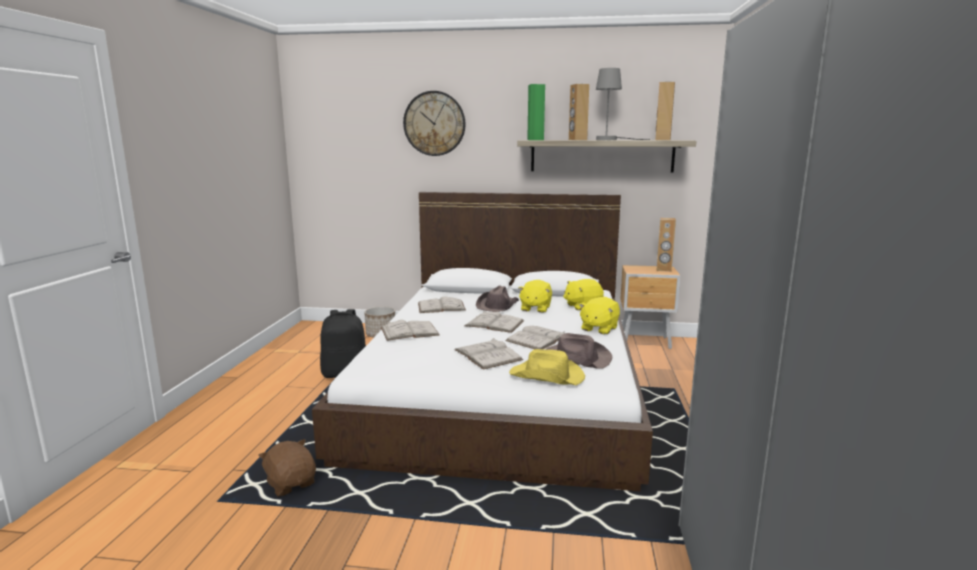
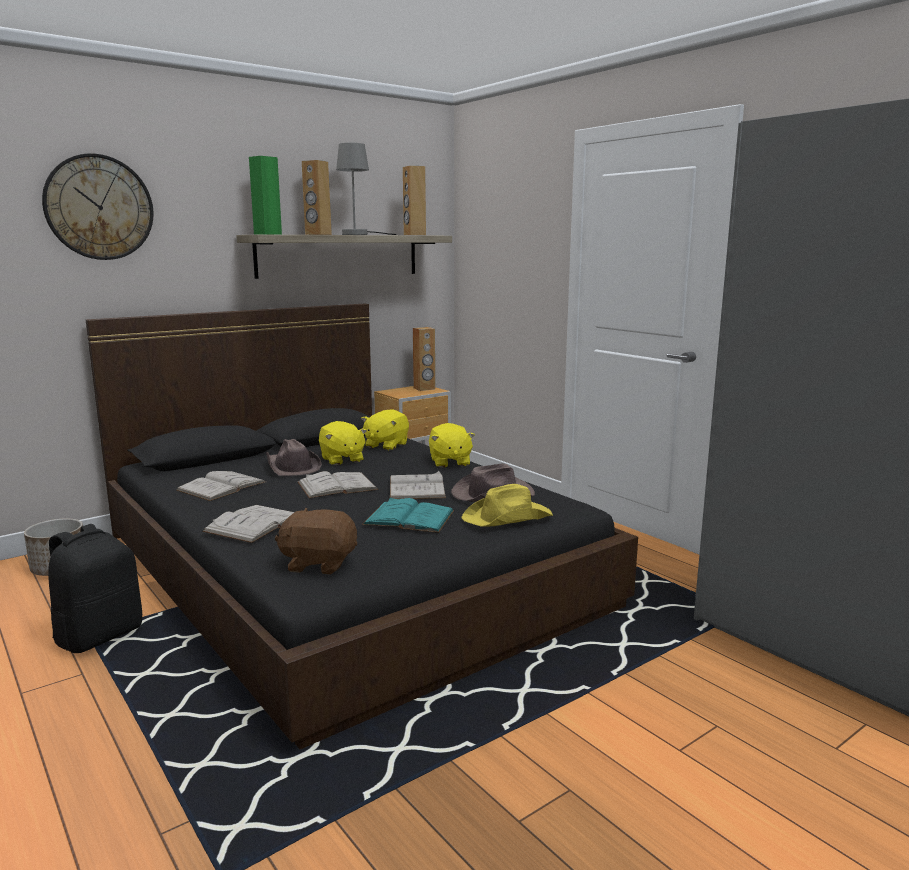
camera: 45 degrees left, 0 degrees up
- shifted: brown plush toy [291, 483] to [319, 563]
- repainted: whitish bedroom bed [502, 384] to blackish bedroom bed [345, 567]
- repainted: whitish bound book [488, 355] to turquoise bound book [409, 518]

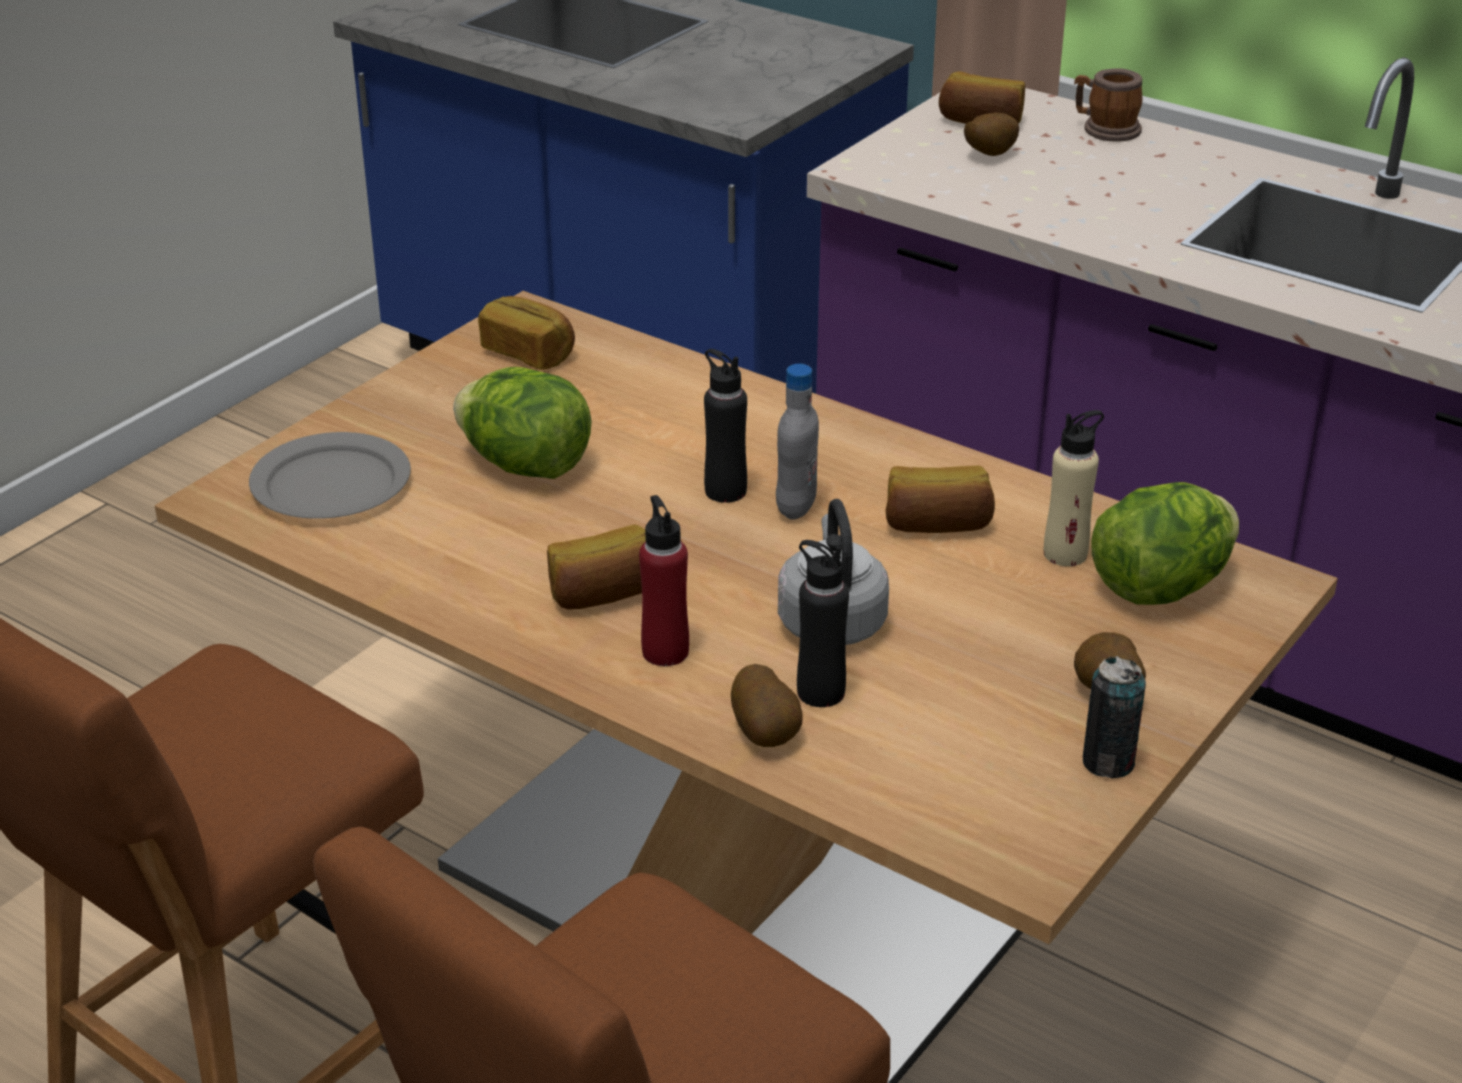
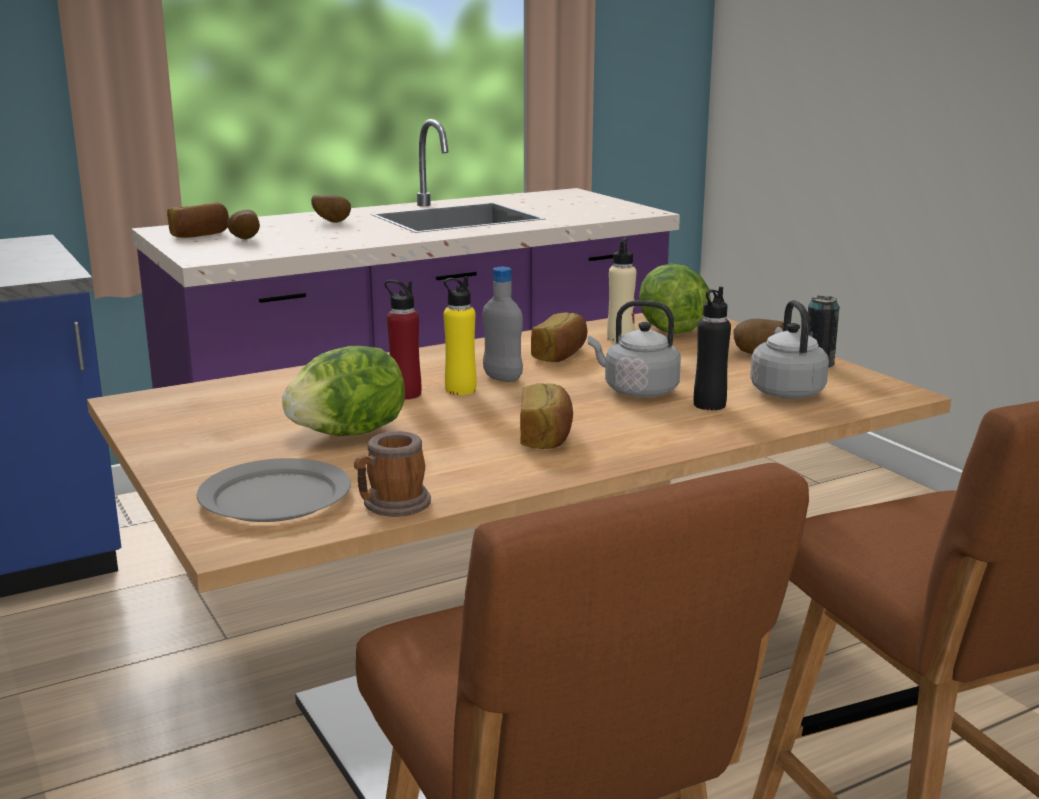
camera: 65 degrees left, 15 degrees down
- gone: bread [529, 353]
- shifted: reddish beverage bottle [665, 651] to [405, 394]
- repainted: blackish beverage bottle [725, 491] to yellow-coloured beverage bottle [460, 390]
- shifted: whole potato [767, 734] to [333, 222]
- shifted: coffee mug [1105, 130] to [391, 506]
- new: grey water kettle [785, 391]

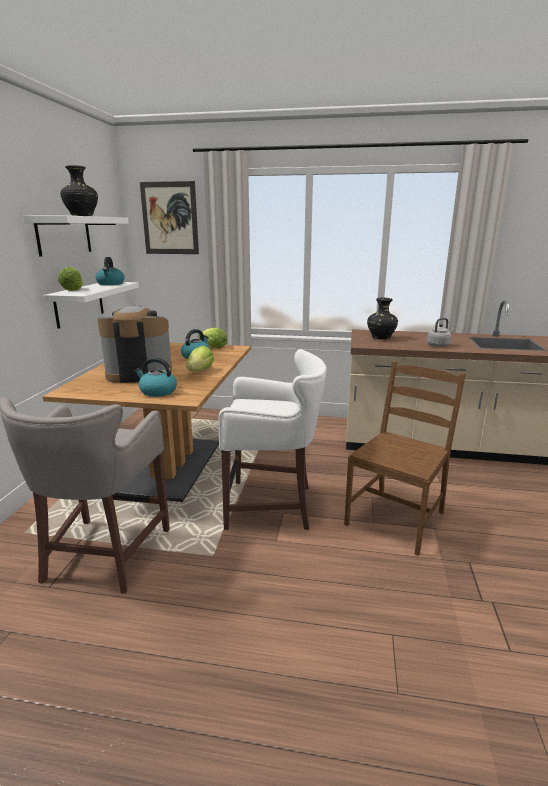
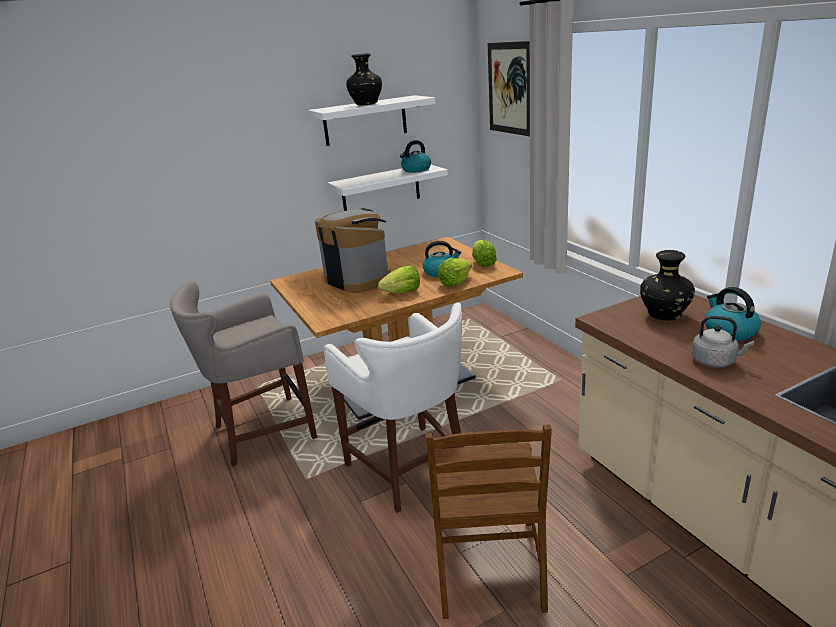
camera: 55 degrees right, 5 degrees up
- shifted: lettuce [73, 290] to [455, 283]
- shifted: water kettle [157, 391] to [729, 331]
- rotated: brown plain chair [396, 518] = [489, 567] 90 degrees clockwise

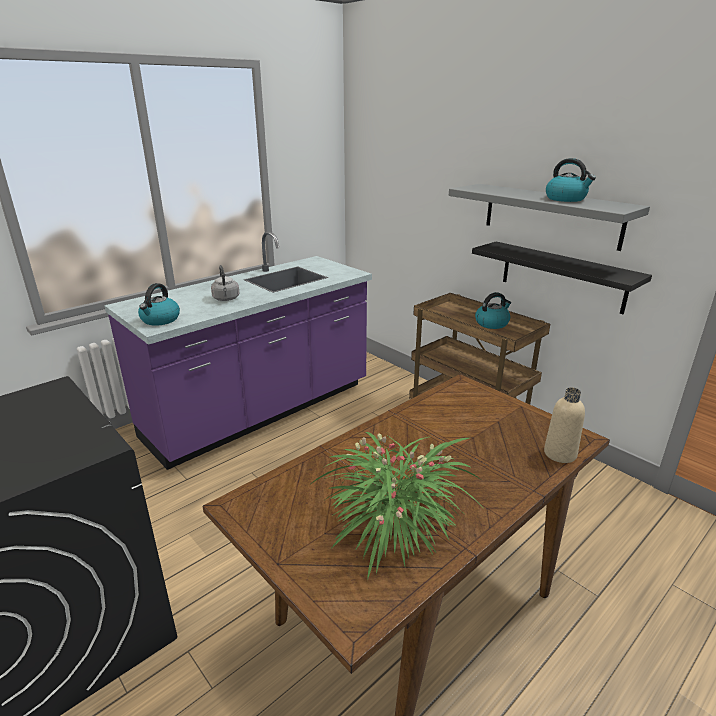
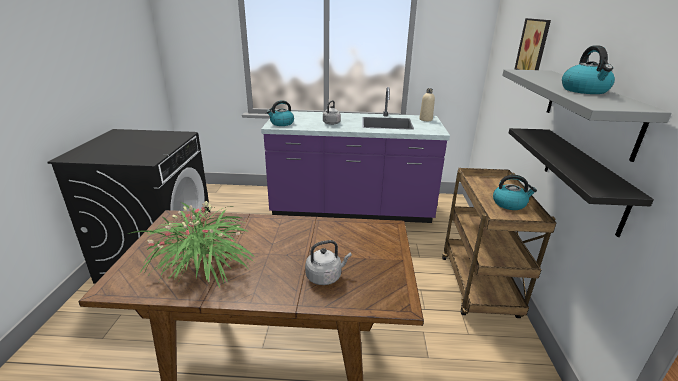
camera: 45 degrees right, 0 degrees up
- shifted: beige-coloured beverage bottle [560, 454] to [425, 119]
- new: grey water kettle [325, 276]
- new: picture [534, 47]

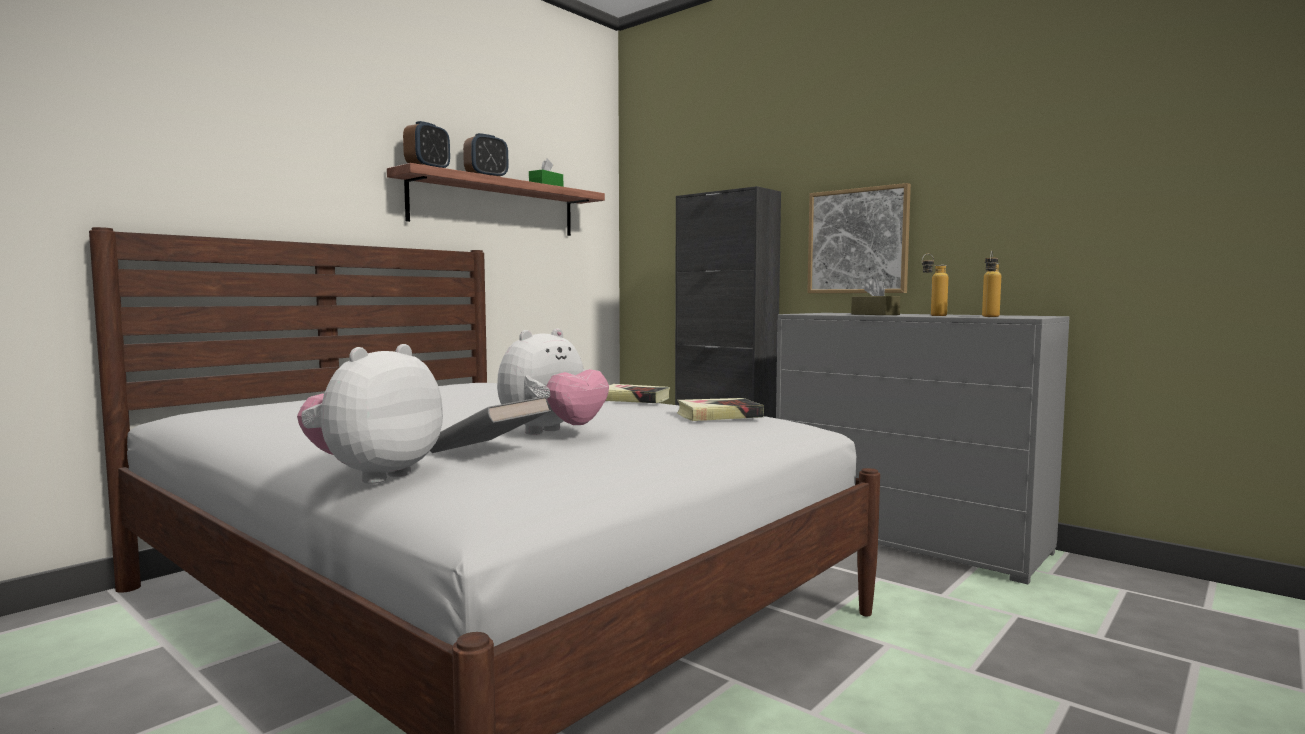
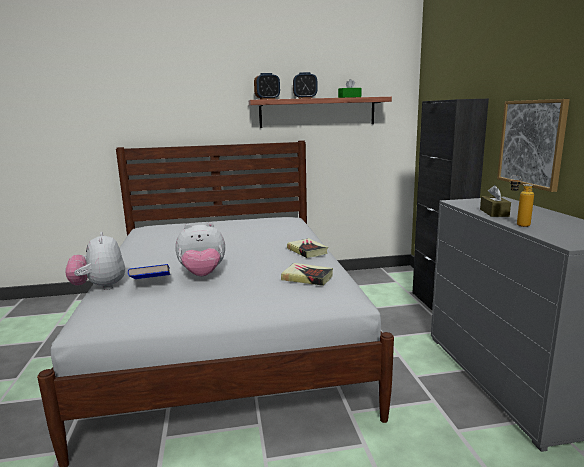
camera: 40 degrees right, 10 degrees up
- rotated: plush toy [374, 475] = [100, 287] 90 degrees counterclockwise
- repainted: grey bound book [489, 452] to blue bound book [151, 284]
- gone: beverage bottle [989, 317]

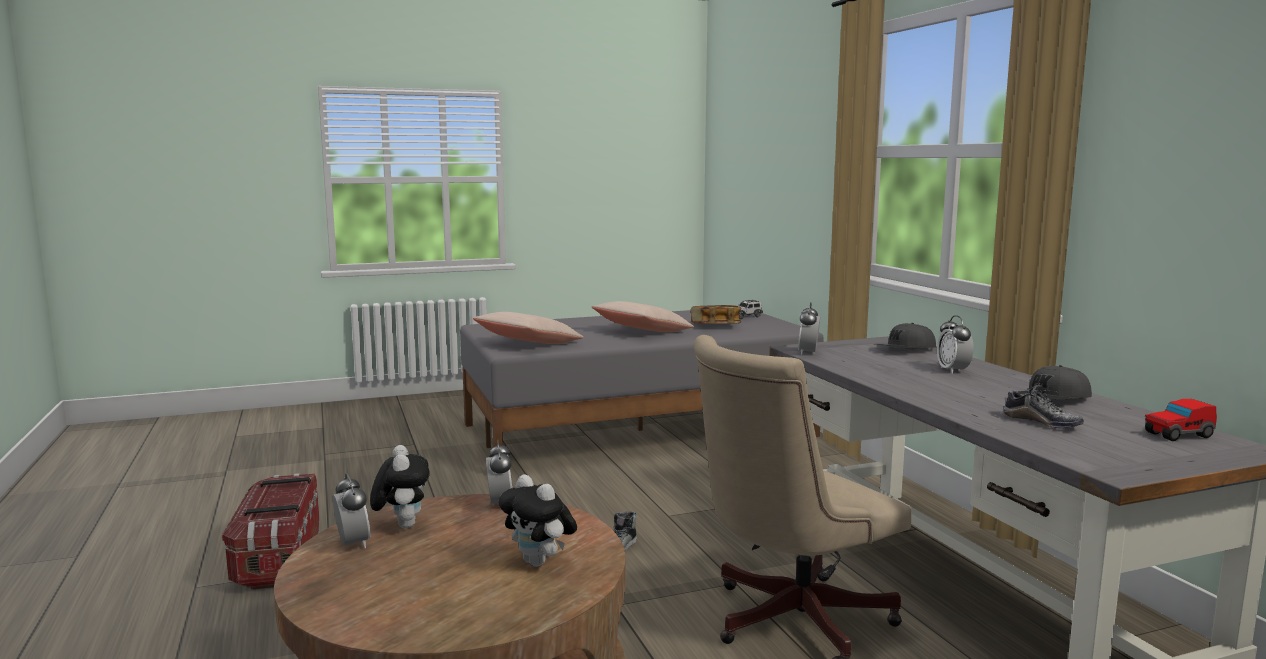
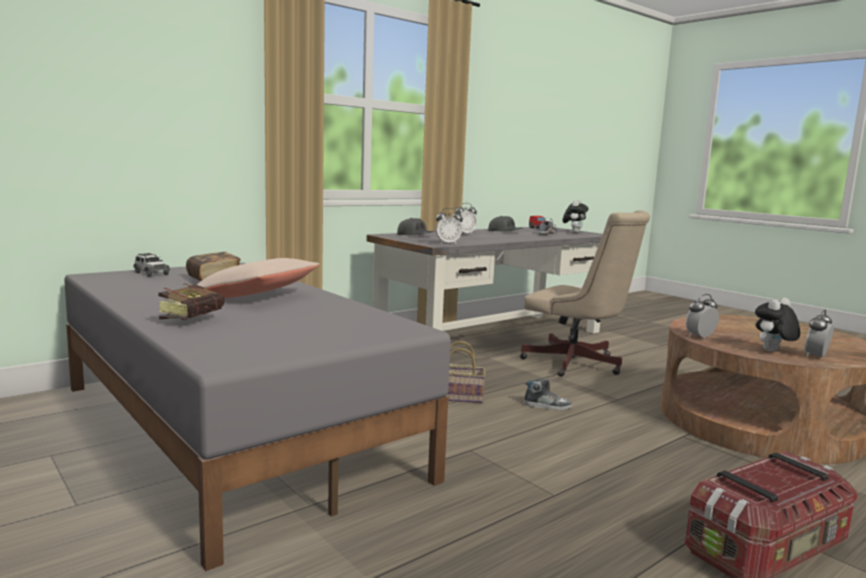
camera: 110 degrees left, 0 degrees up
- gone: beige-coloured pillow [528, 344]
- shifted: plush toy [539, 562] to [574, 232]
- new: bound book [196, 320]
- new: storage basket [460, 397]

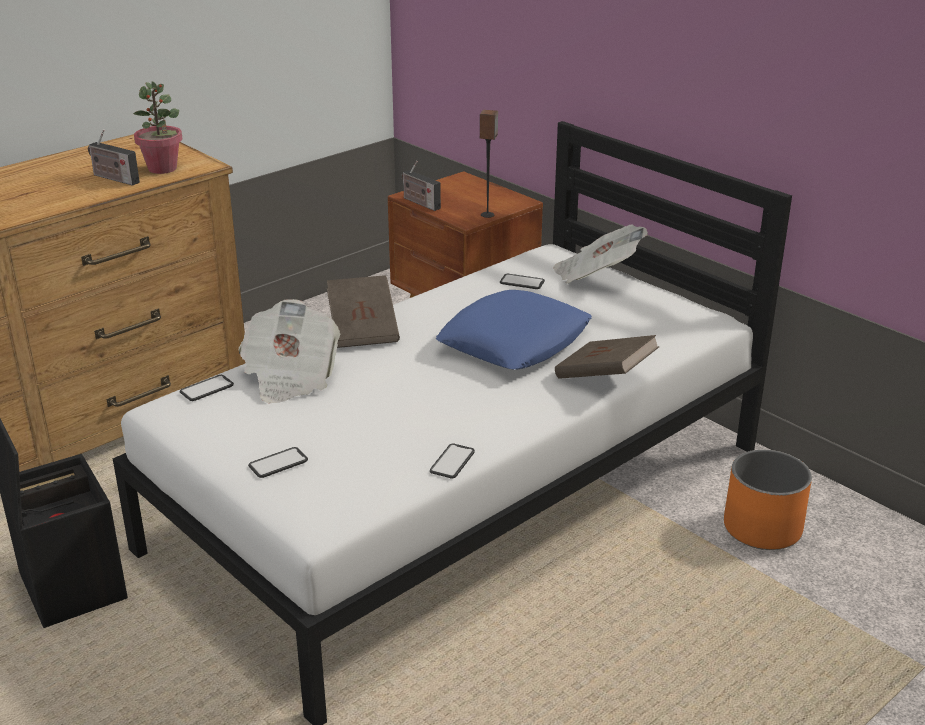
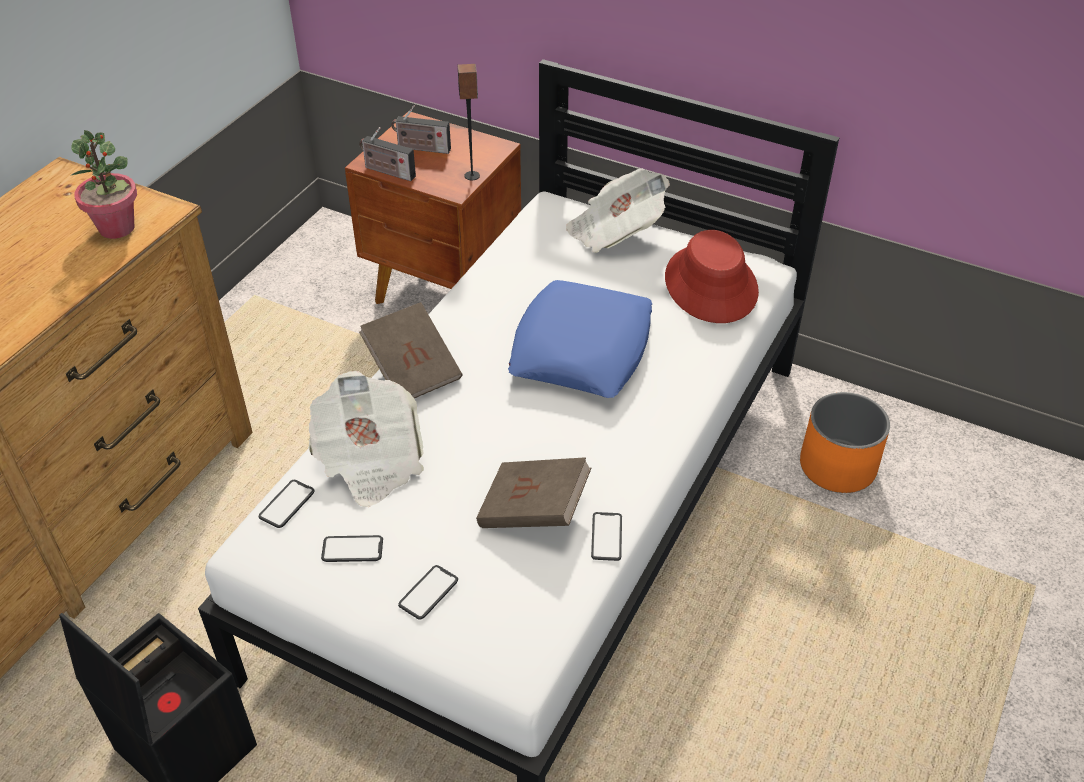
camera: 20 degrees left, 15 degrees up
- shifted: radio [113, 178] to [421, 148]
- shifted: telephone [522, 282] to [352, 549]
- shifted: brown bound book [604, 377] to [533, 511]
- new: reddish clothing hat [711, 285]

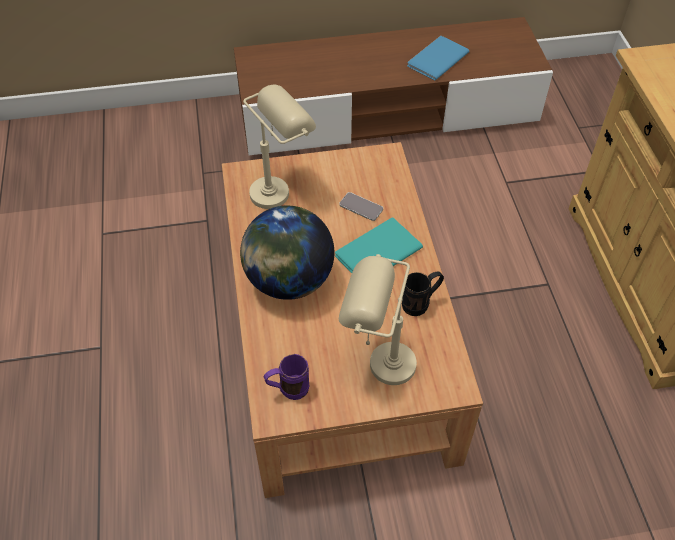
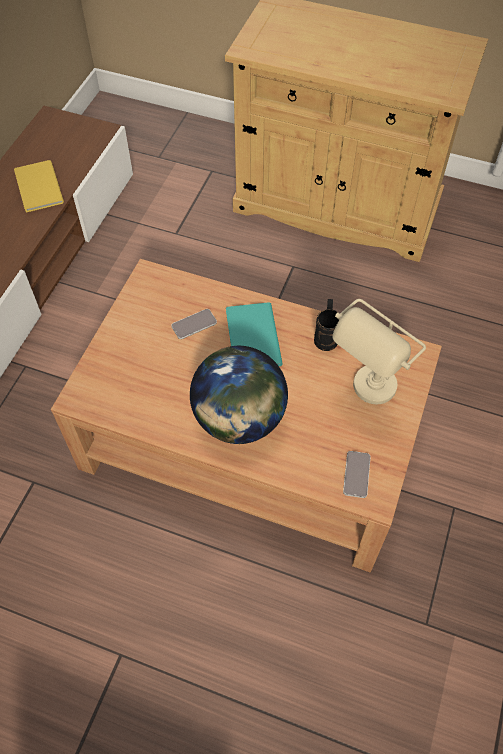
camera: 60 degrees left, 5 degrees up
- gone: beige-coloured lamp for a table [280, 187]
- swapped: purple-coloured coffee mug [288, 390] to telephone [356, 474]
- repainted: blue bound book [435, 59] to yellow-coloured bound book [37, 188]

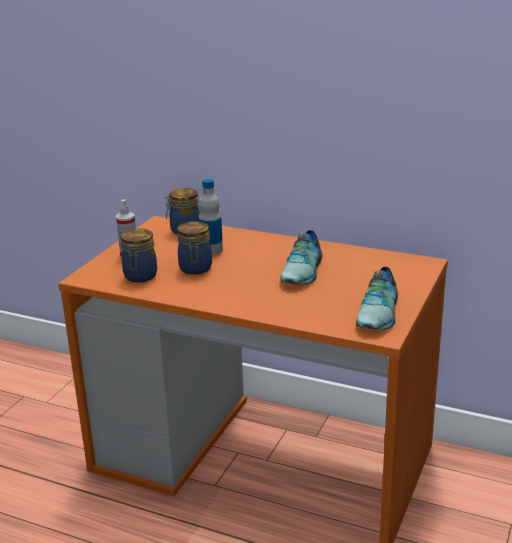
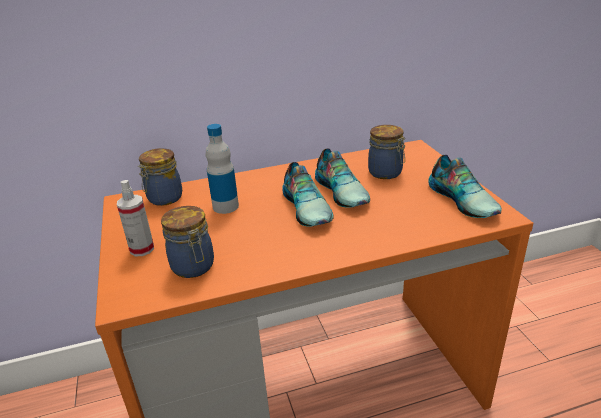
camera: 40 degrees left, 5 degrees up
- shifted: preserve jar [195, 269] to [386, 173]
- new: shoe [308, 207]

